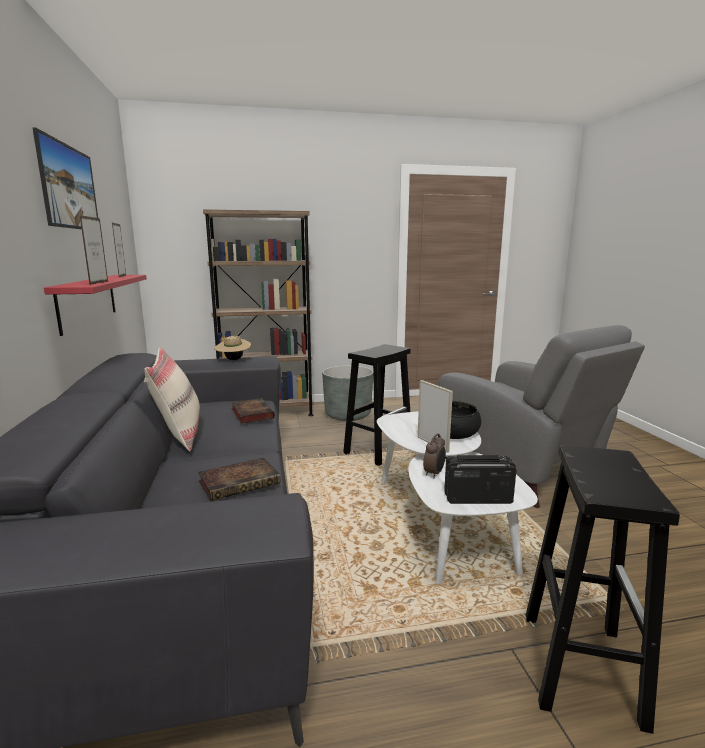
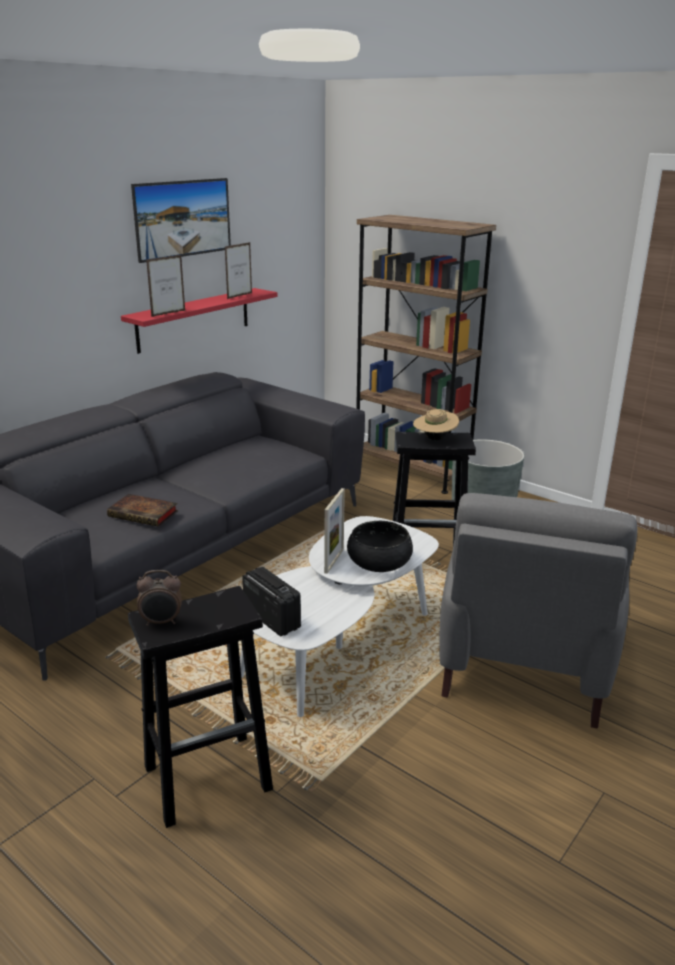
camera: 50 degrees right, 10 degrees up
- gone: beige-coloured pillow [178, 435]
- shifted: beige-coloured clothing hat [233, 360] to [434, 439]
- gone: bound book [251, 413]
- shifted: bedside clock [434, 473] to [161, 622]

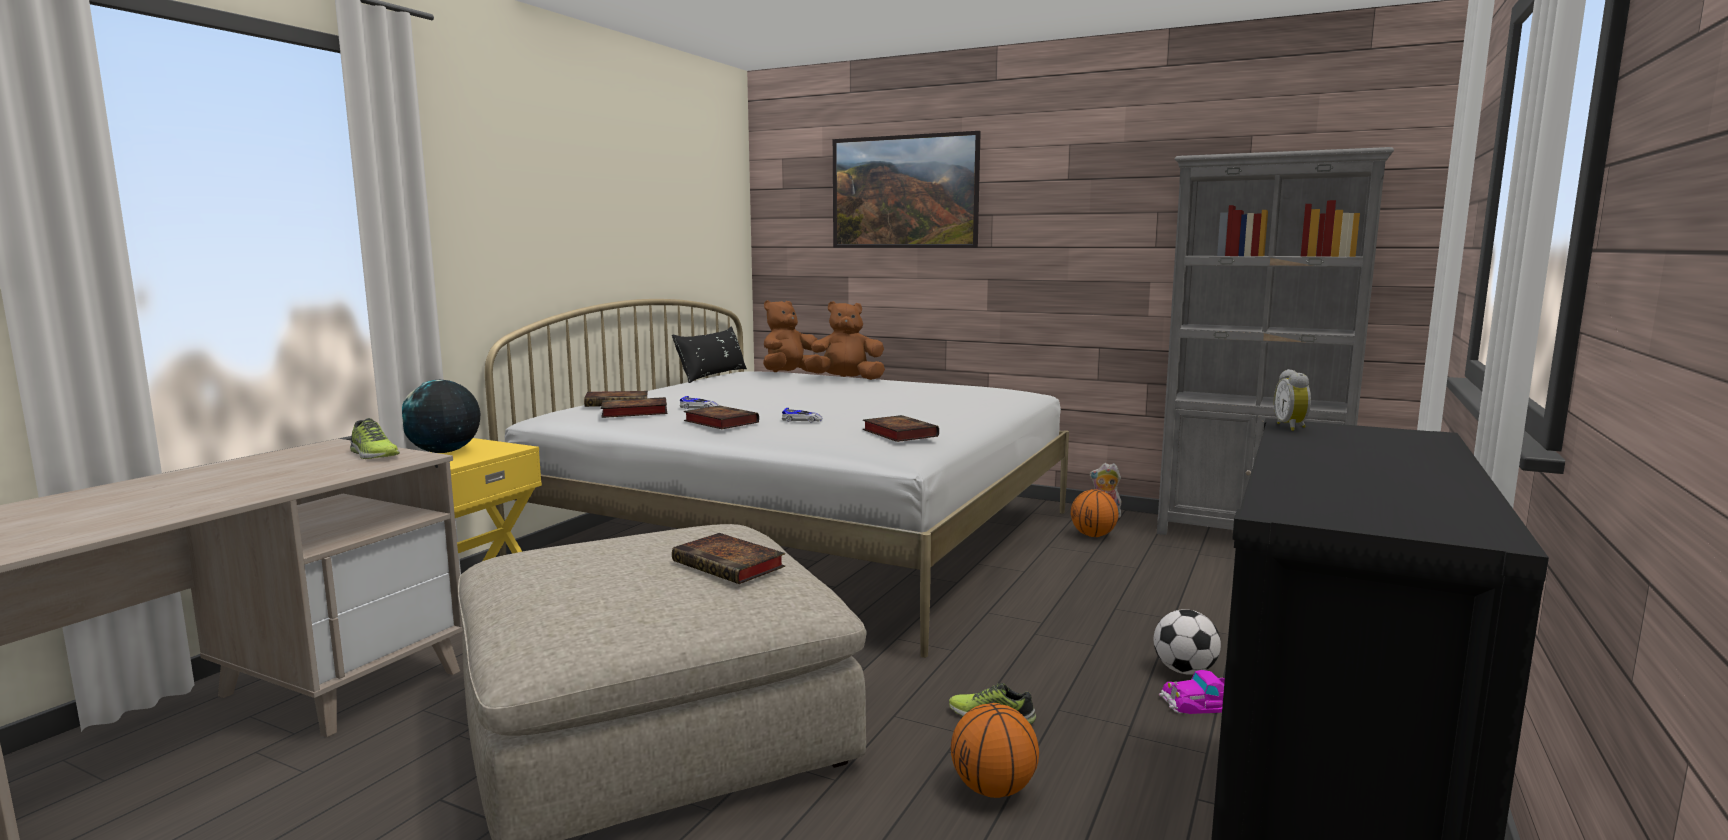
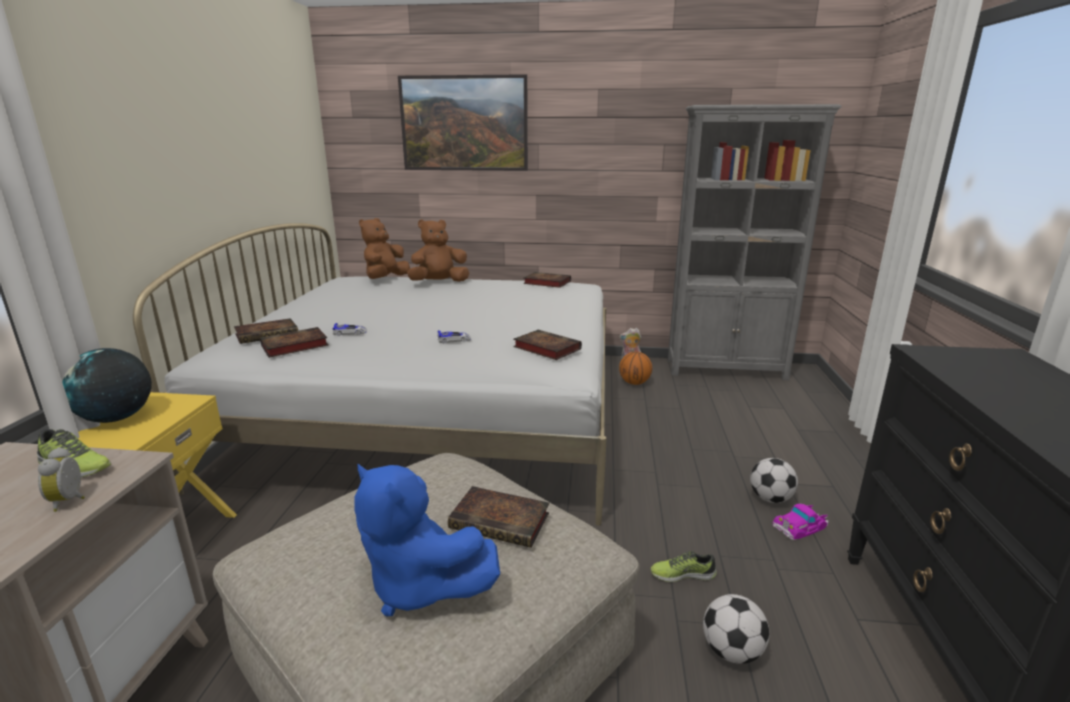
camera: 20 degrees left, 10 degrees up
- gone: blackish pillow [713, 375]
- shifted: bound book [719, 422] to [546, 282]
- swapped: basketball ball [993, 789] to ball for football [731, 651]
- shifted: bedside clock [1292, 427] to [71, 500]
- new: blue plush toy [419, 586]

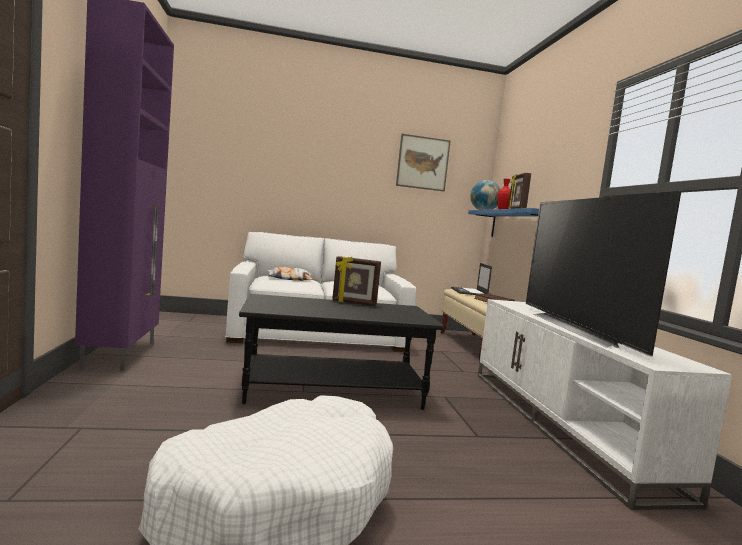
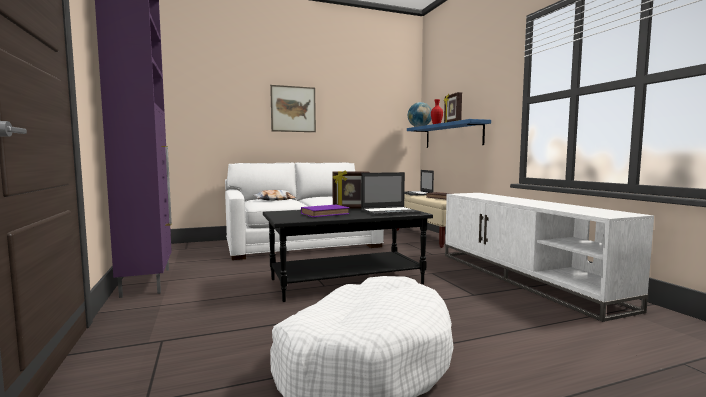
camera: 10 degrees left, 0 degrees up
- shifted: picture [423, 163] to [293, 109]
- gone: television [581, 329]
- new: purple-coloured bound book [326, 214]
- new: laptop [390, 212]

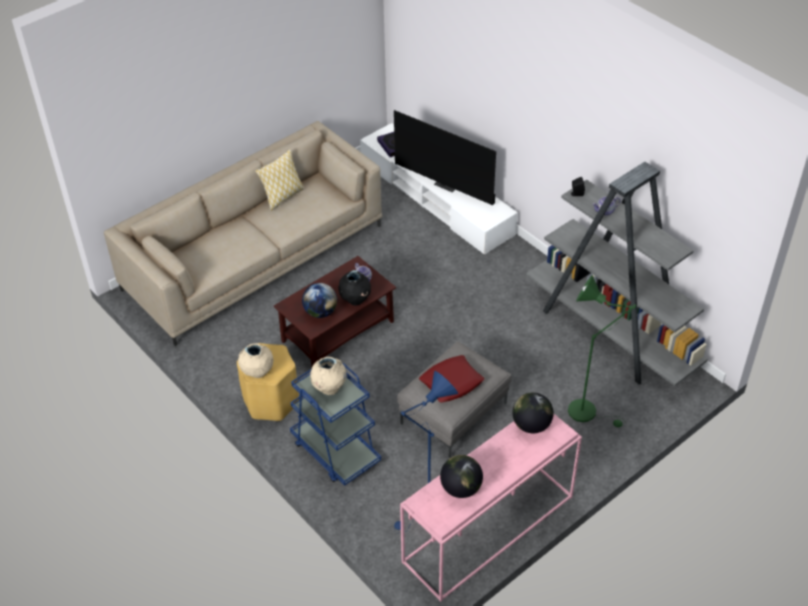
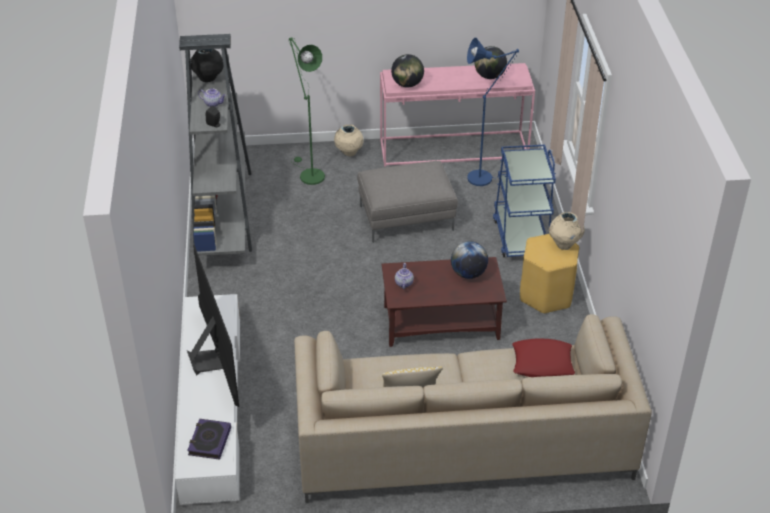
camera: 145 degrees left, 5 degrees down
- shifted: beige-coloured vase [329, 388] to [349, 153]
- shifted: blackish vase [355, 300] to [208, 79]
- shifted: reddish pillow [451, 382] to [542, 363]

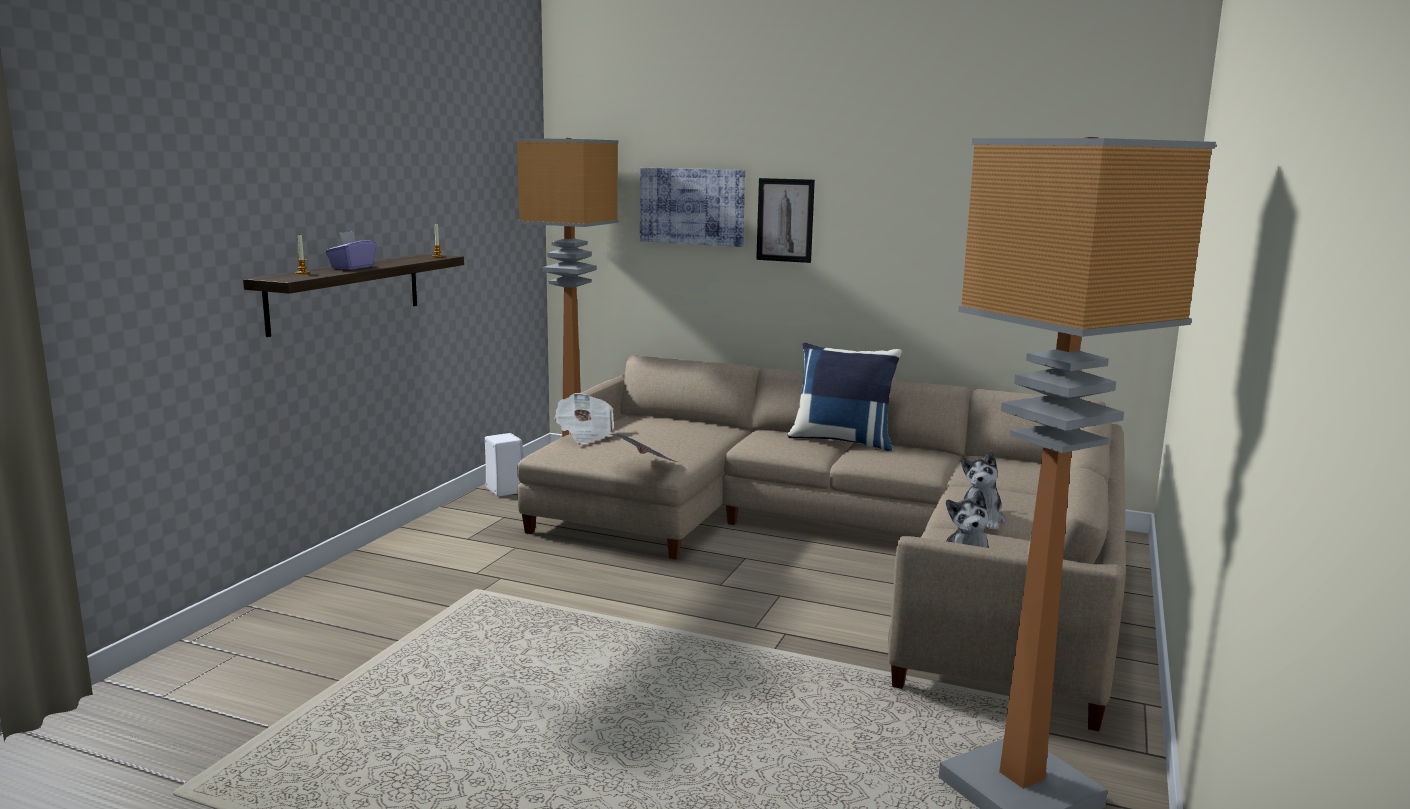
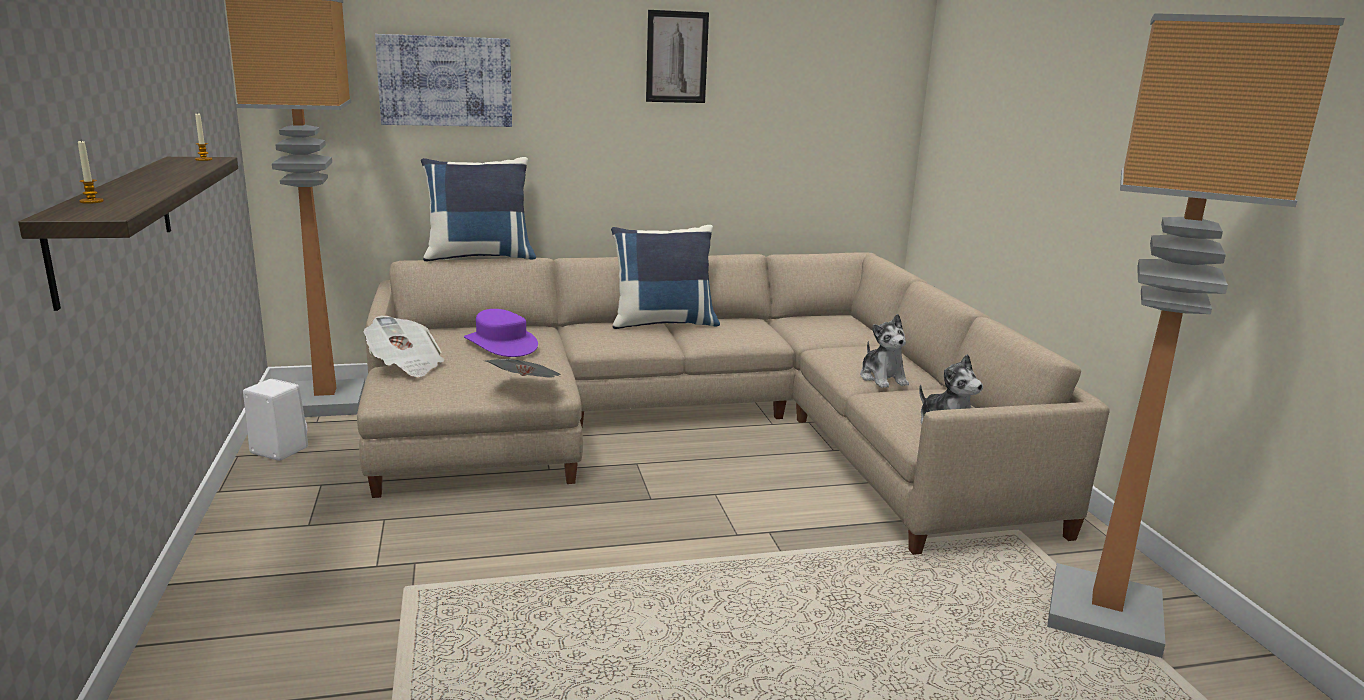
camera: 35 degrees left, 5 degrees up
- gone: purple-coloured tissue holder [352, 267]
- shifted: picture [785, 220] to [676, 57]
- new: blue pillow [480, 256]
- new: purple-coloured clothing hat [501, 344]

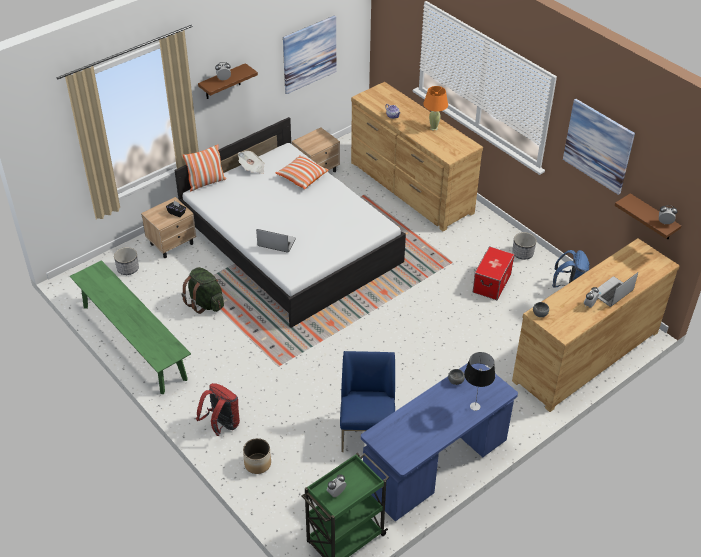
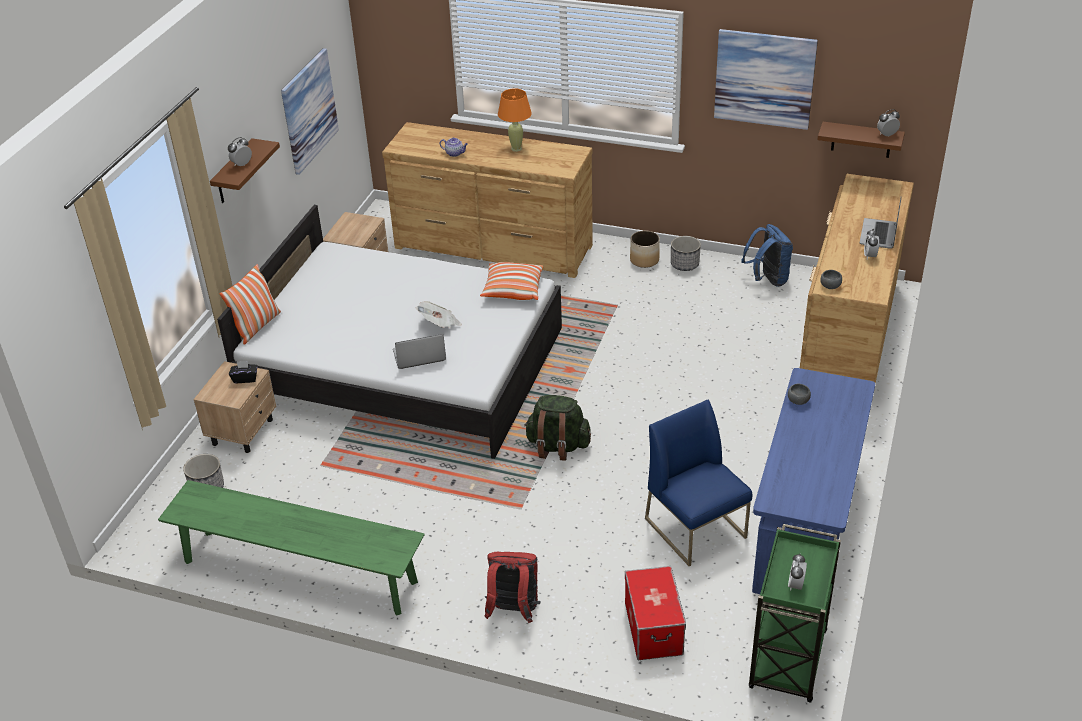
camera: 30 degrees left, 5 degrees down
- shifted: green rucksack [205, 303] to [557, 446]
- shifted: newspaper [252, 168] to [440, 324]
- shifted: flower pot [257, 463] to [644, 260]
- shifted: pillow [302, 177] to [513, 290]
- gone: lamp for a table [474, 406]
- shifted: storage box [491, 283] to [653, 628]

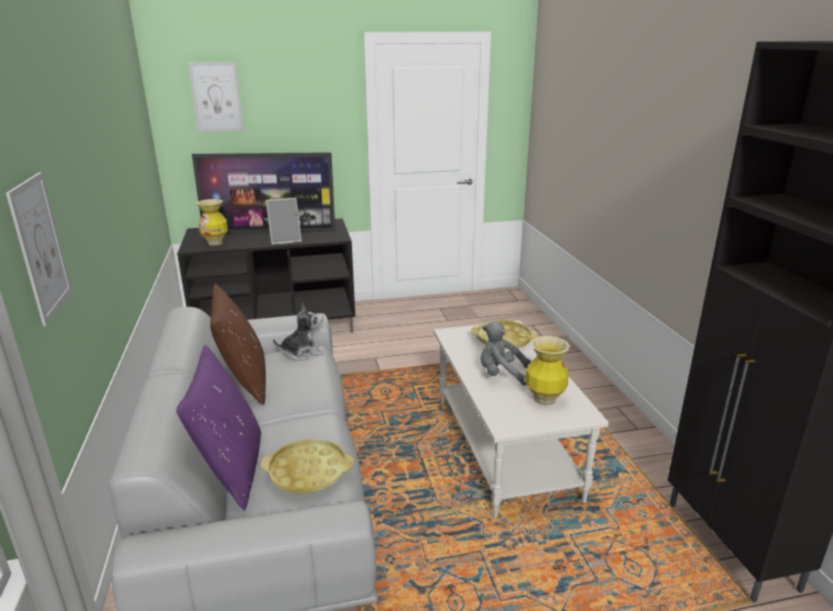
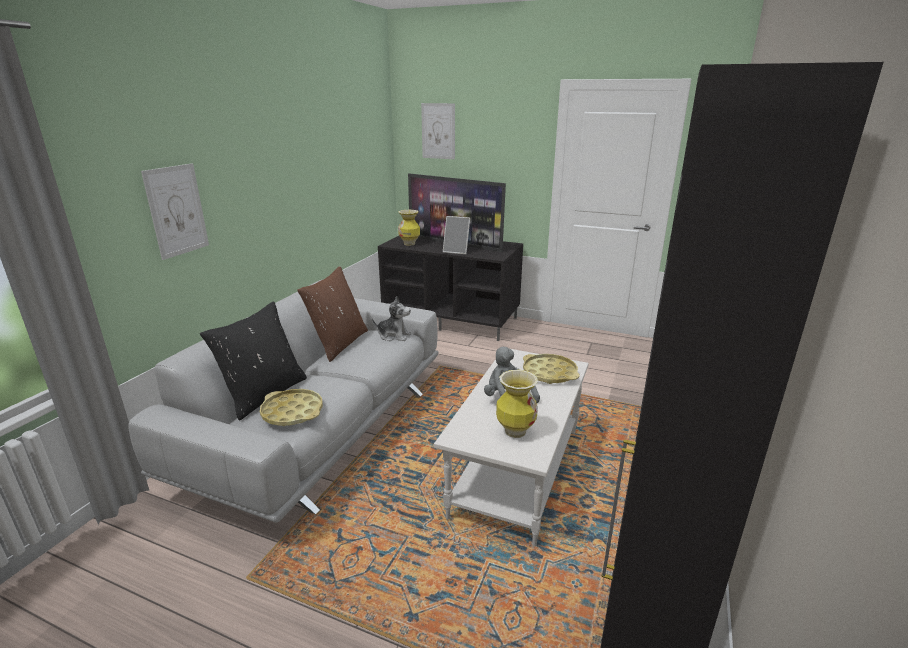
camera: 35 degrees right, 0 degrees up
- repainted: purple-coloured pillow [232, 470] to blackish pillow [264, 394]

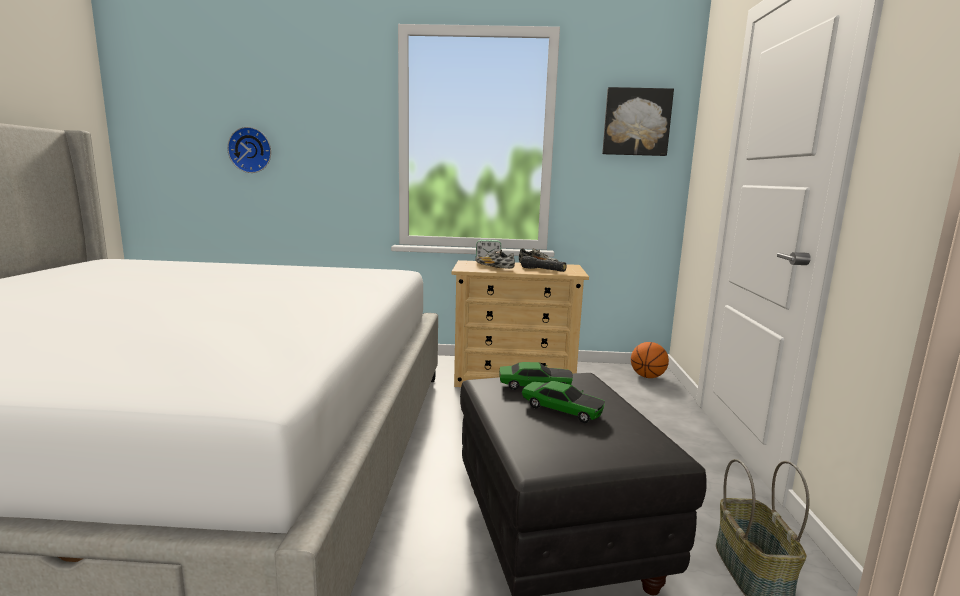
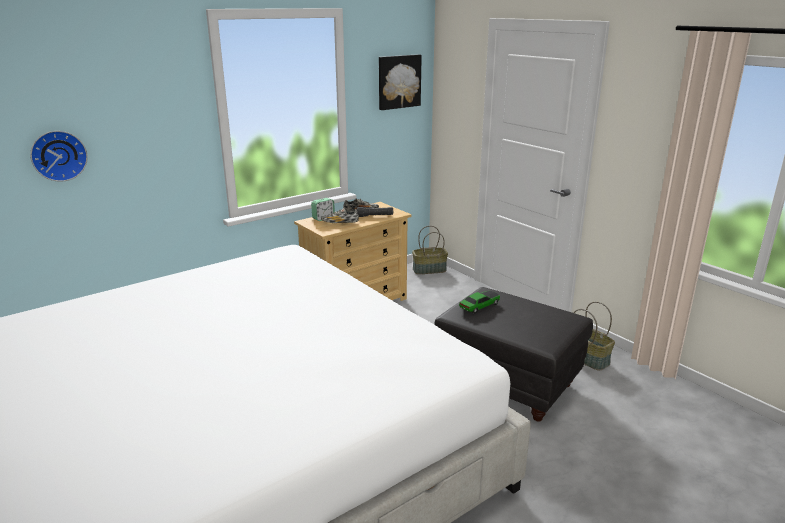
camera: 40 degrees left, 10 degrees up
- gone: miniature car [562, 410]
- swapped: basketball ball [647, 376] to storage basket [429, 270]

